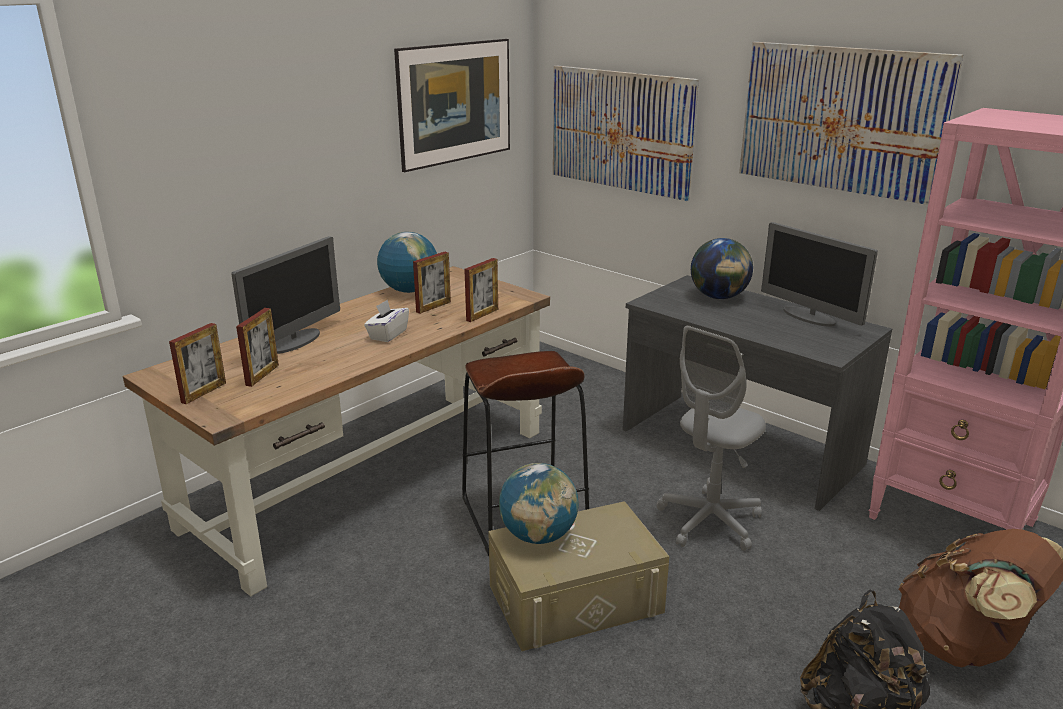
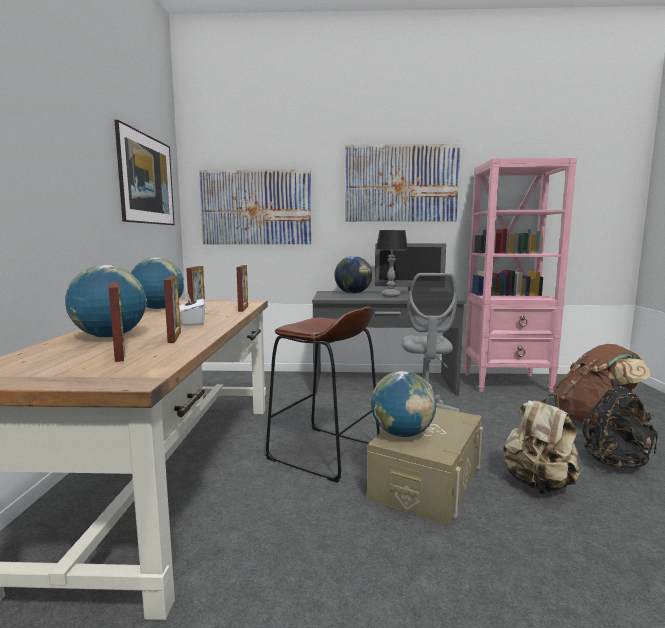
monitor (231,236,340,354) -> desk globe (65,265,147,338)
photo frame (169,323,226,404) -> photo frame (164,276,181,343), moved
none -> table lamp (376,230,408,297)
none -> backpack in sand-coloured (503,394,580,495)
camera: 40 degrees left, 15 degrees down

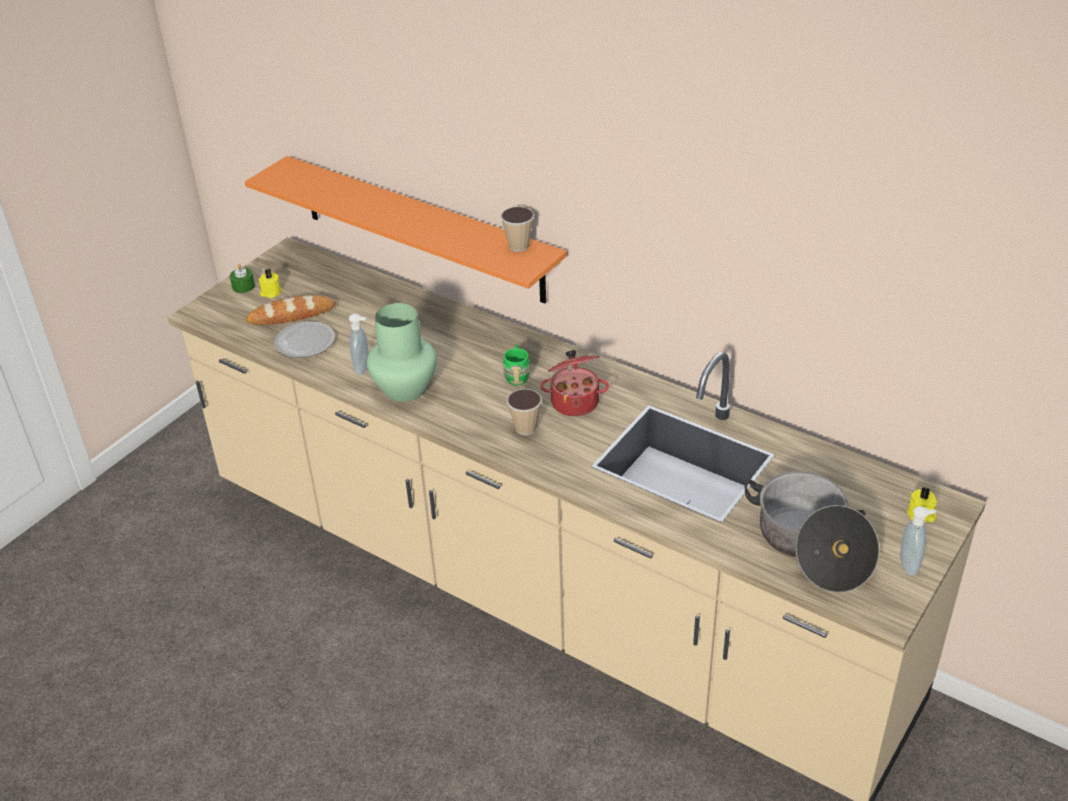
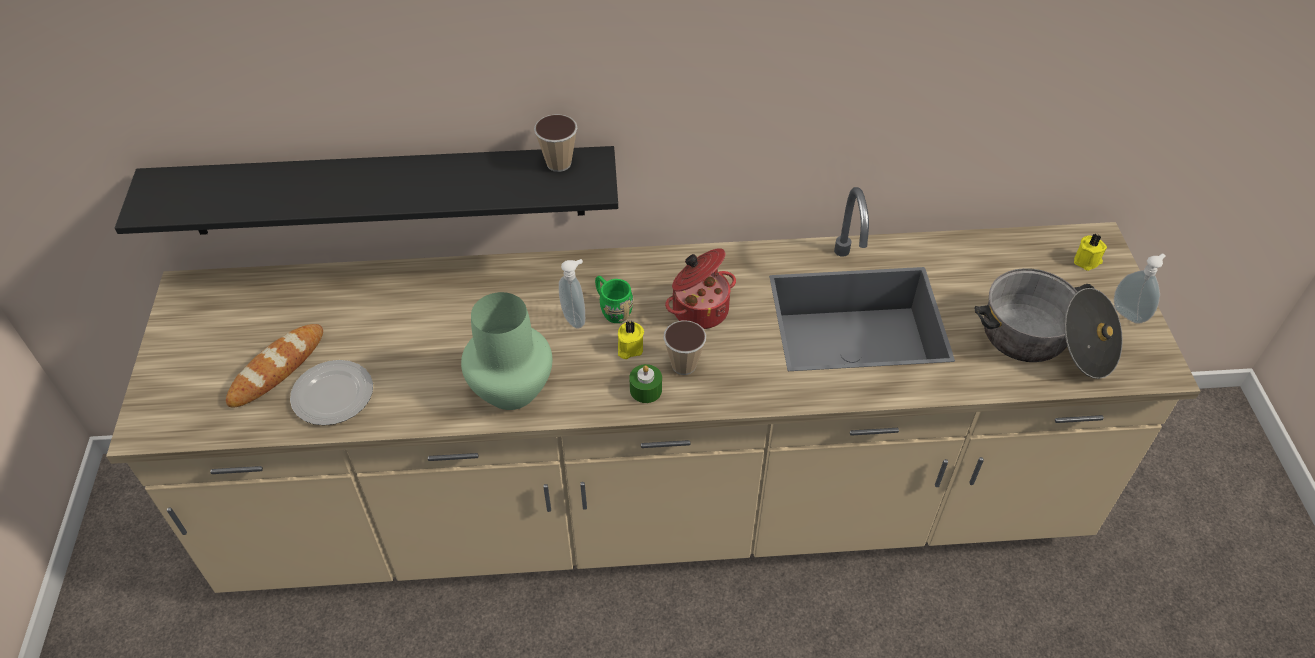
shelf in orangey (245,156,567,304) -> shelf in black-coloured (115,146,618,235)
soap dispenser (349,314,369,375) -> soap dispenser (559,259,585,329), moved
wax light in yellow (259,268,282,298) -> wax light in yellow (618,320,644,359), moved
wax light in green-coloured (230,264,255,293) -> wax light in green-coloured (629,364,662,403), moved
camera: 40 degrees left, 10 degrees up

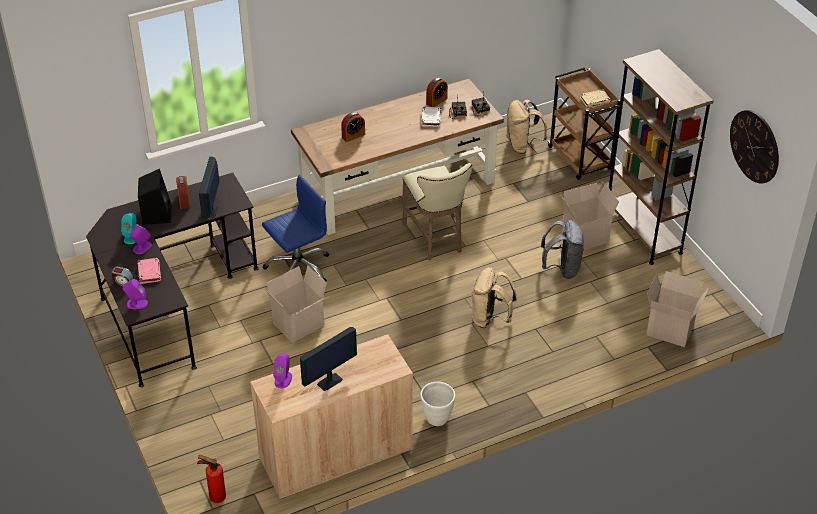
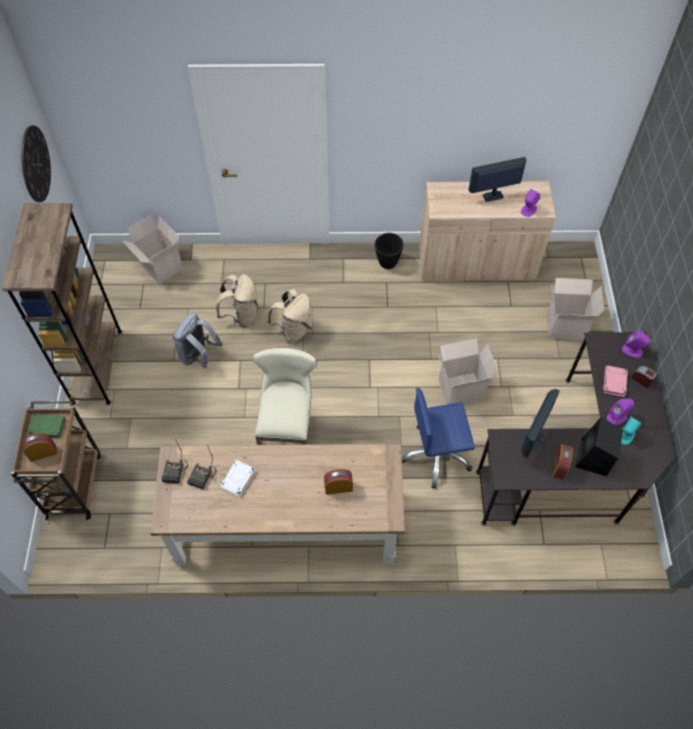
bedside clock (426,78,448,107) -> bedside clock (22,433,57,462), moved
bound book in sand-coloured (580,89,611,108) -> bound book in green-coloured (28,414,65,438)
backpack in sand-coloured (506,100,547,154) -> backpack in sand-coloured (216,274,258,328), moved
planter in whitish (420,382,455,426) -> planter in black-coloured (375,233,403,269)
packing box (561,183,619,250) -> packing box (547,278,604,340), moved
extinguisher (197,455,226,503) -> none
camera: 155 degrees left, 15 degrees up

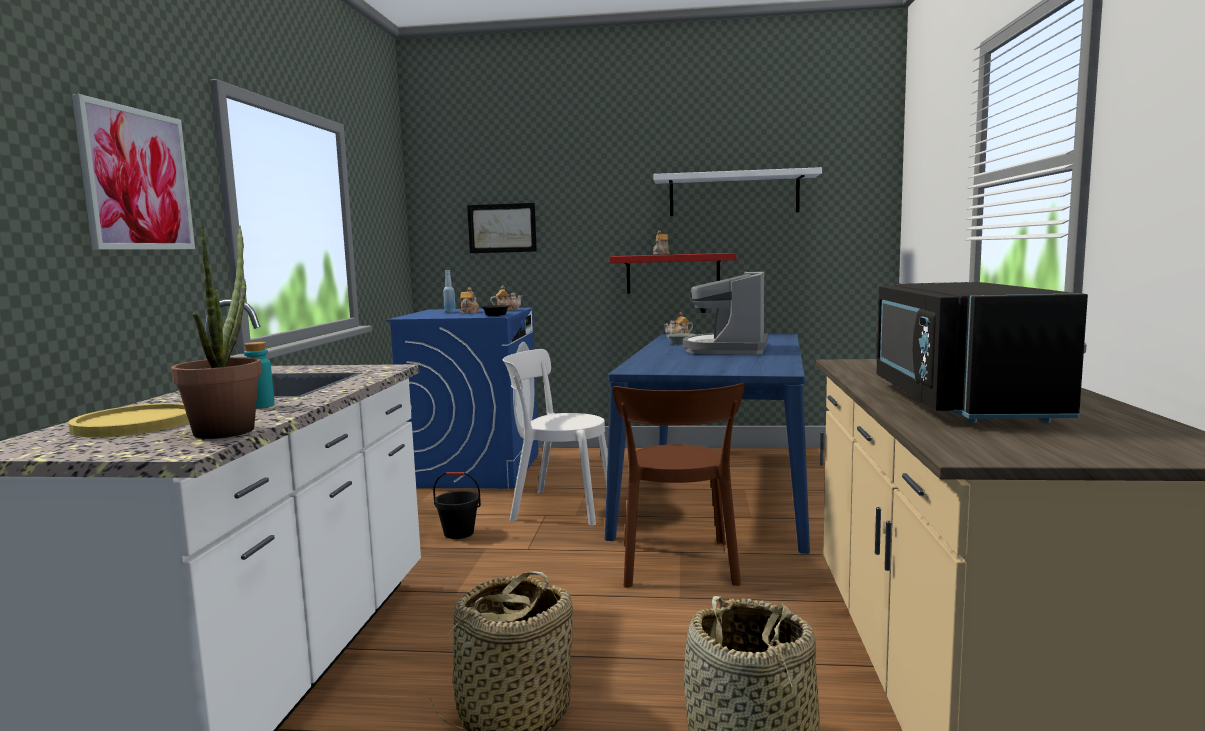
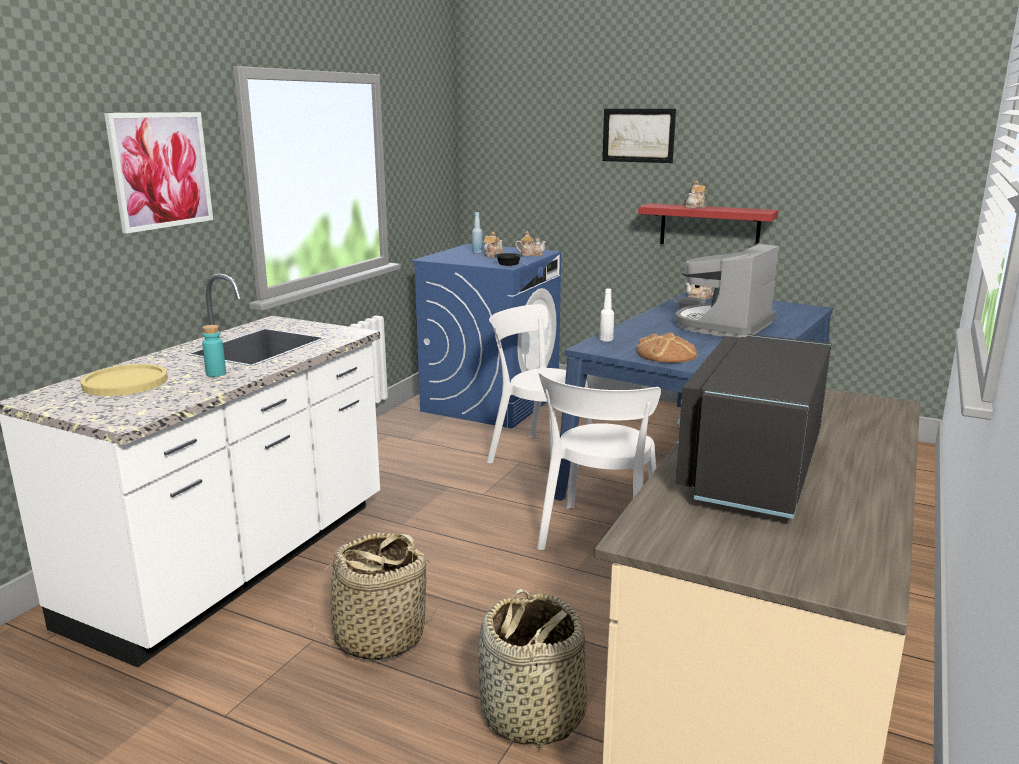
upright chair in brown-coloured (613,383,745,588) -> upright chair in whitish (537,373,661,550)
none -> bottle in whitish (599,289,614,342)
wall art (467,203,537,253) -> wall art (602,109,676,163), moved
none -> bread (637,332,697,363)
houseplant (171,225,262,439) -> none
pail in black-coloured (433,472,481,539) -> none
shelf in whitish (653,167,822,216) -> none
camera: 20 degrees right, 10 degrees up

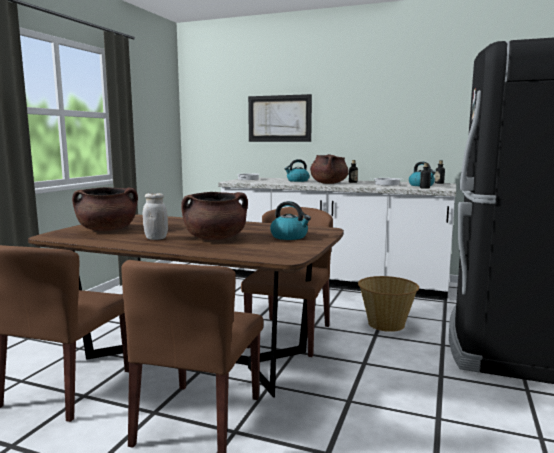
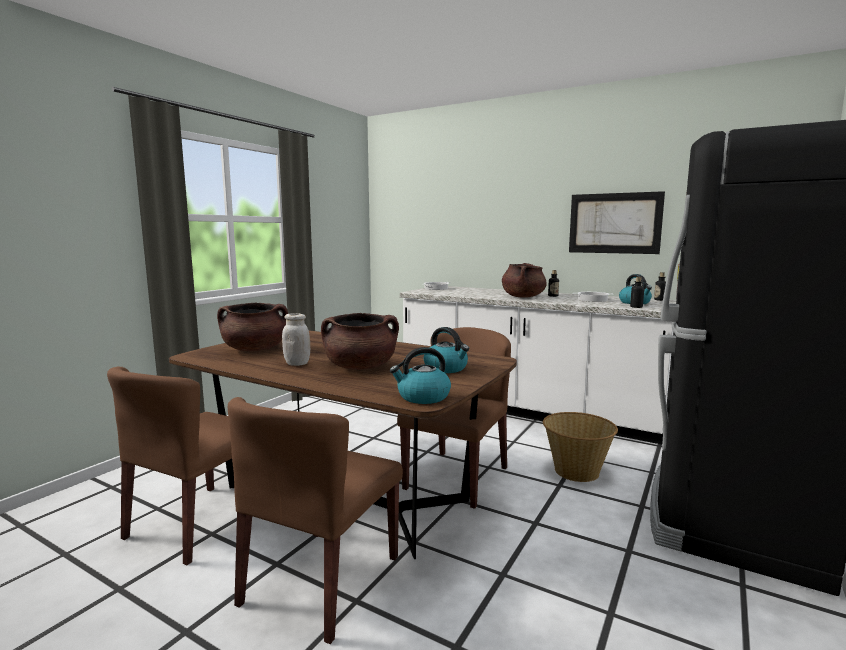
kettle (285,159,309,182) -> kettle (390,347,451,404), moved
wall art (248,94,312,142) -> wall art (569,191,665,254), moved
camera: 10 degrees right, 0 degrees up

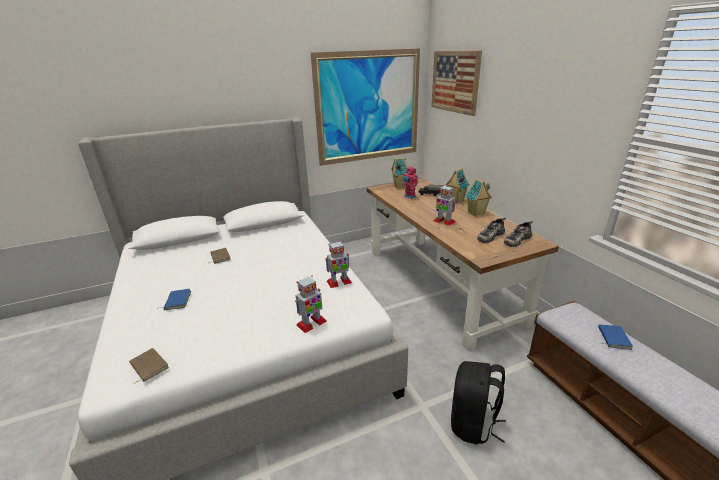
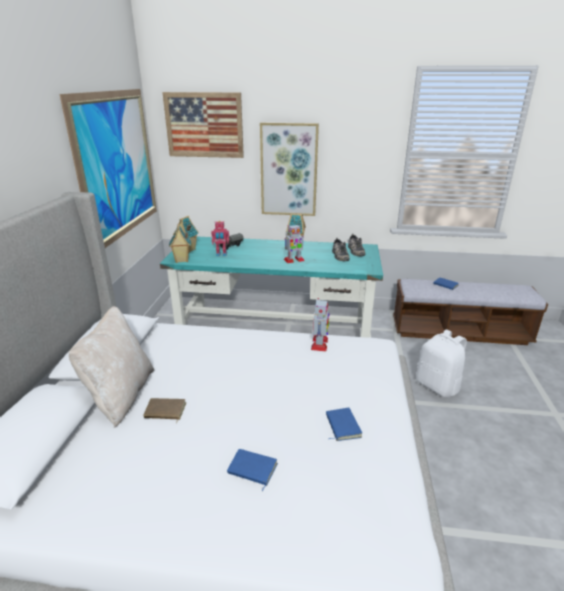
none -> pillow in sand-coloured (68,306,154,428)
desk table in brown-coloured (367,178,559,351) -> desk table in blue-green (160,237,383,337)
model house (445,168,470,203) -> model house (169,224,191,263), moved
none -> wall art (260,122,319,216)
none -> bound book in blue-coloured (326,408,362,441)
backpack in black-coloured (451,361,506,445) -> backpack in whitish (416,330,467,398)
bound book in brown-coloured (129,348,169,384) -> none
toy robot (295,275,327,333) -> none
camera: 60 degrees left, 0 degrees up

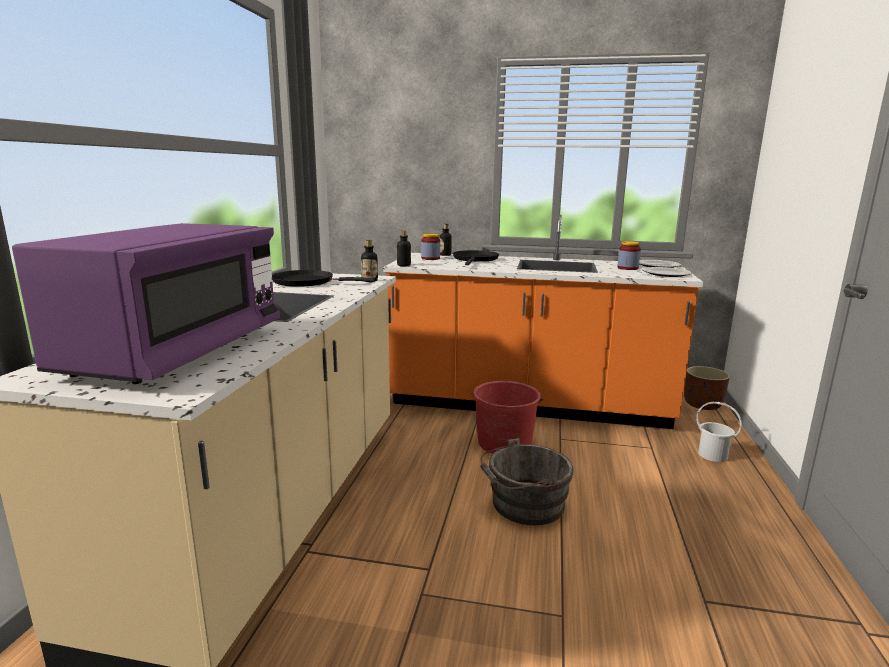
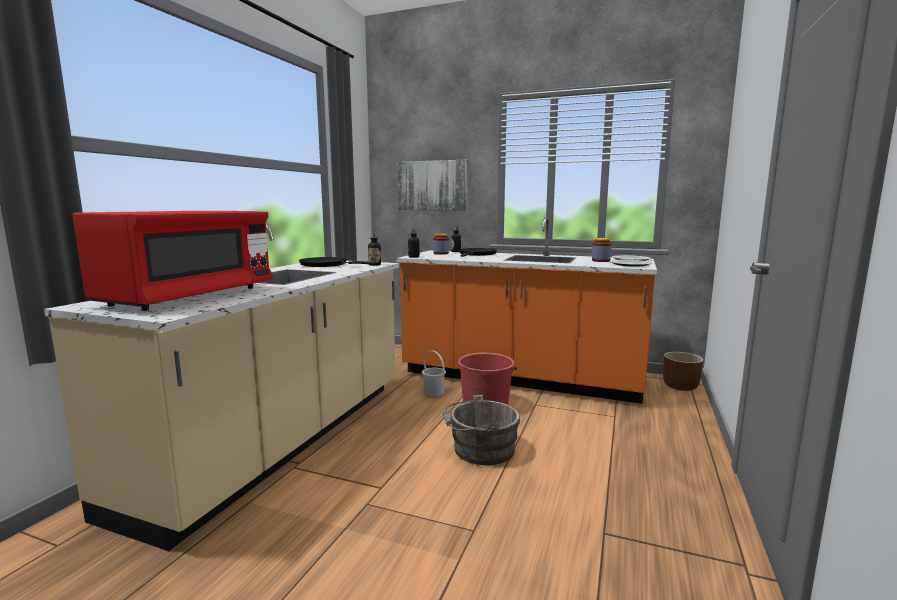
microwave oven in purplish (12,223,280,384) -> microwave oven in red-coloured (72,211,273,311)
none -> wall art (397,160,469,210)
pail in whitish (696,402,742,462) -> pail in whitish (422,350,446,397), moved
camera: 10 degrees right, 5 degrees down

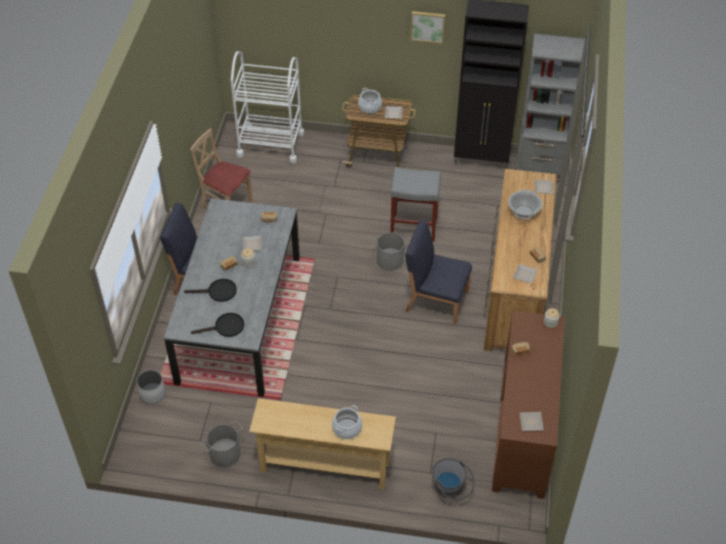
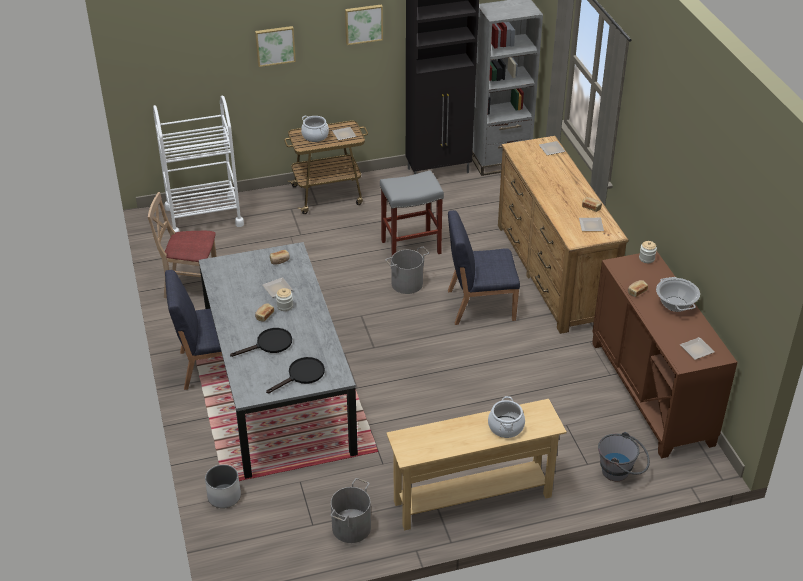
none -> wall art (255,26,296,67)
stockpot (508,190,542,219) -> stockpot (656,277,700,312), moved
camera: 25 degrees left, 10 degrees down

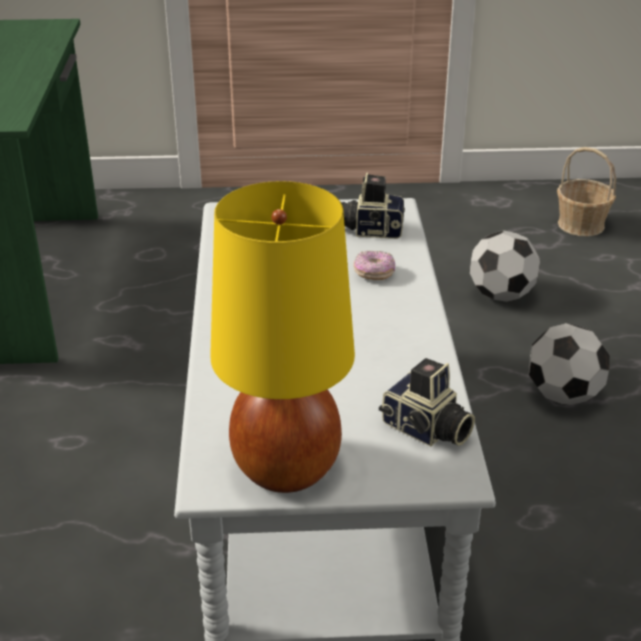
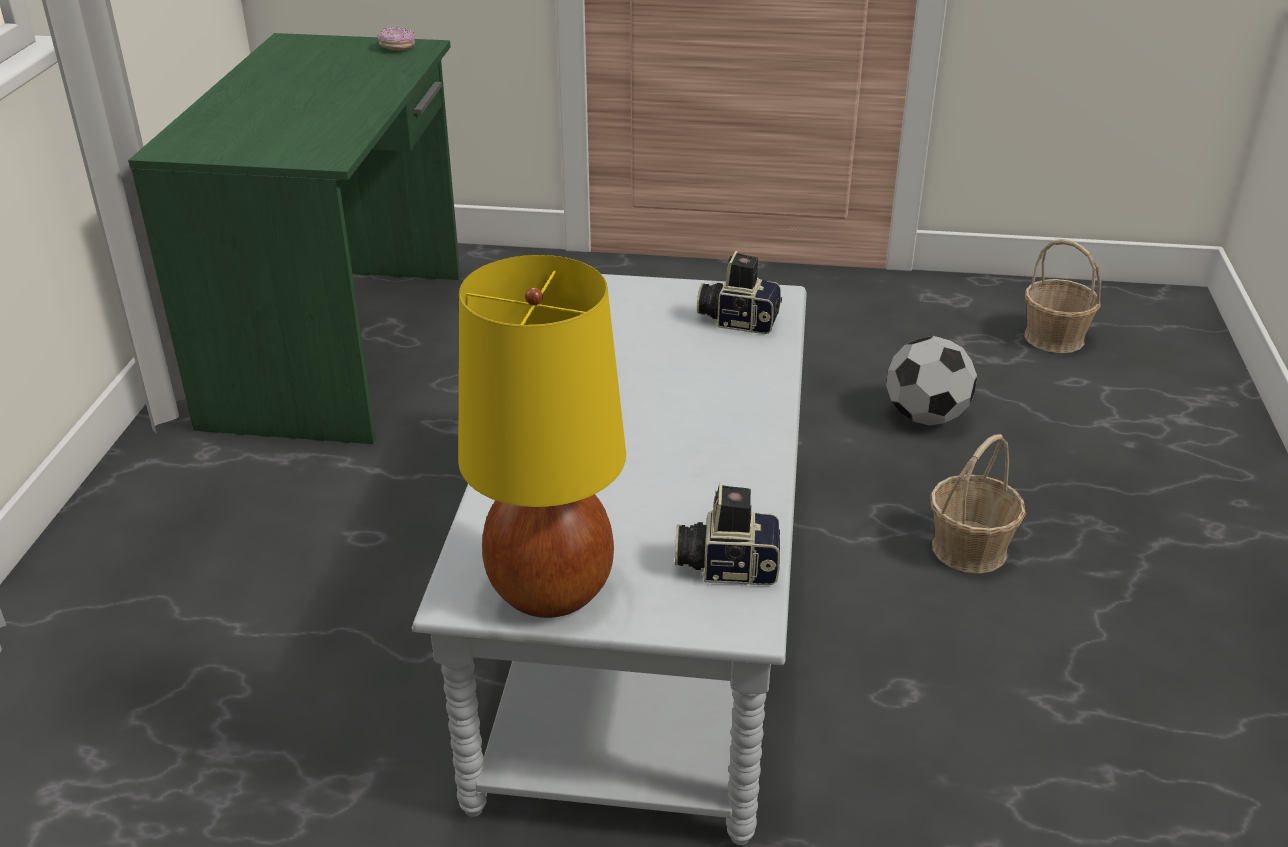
ring doughnut (354,251,395,280) -> ring doughnut (377,27,415,51), moved
still camera (379,358,475,446) -> still camera (675,482,780,585), 135 degrees clockwise
ball for football (528,323,610,405) -> storage basket (930,434,1026,574)
camera: 10 degrees right, 0 degrees up

